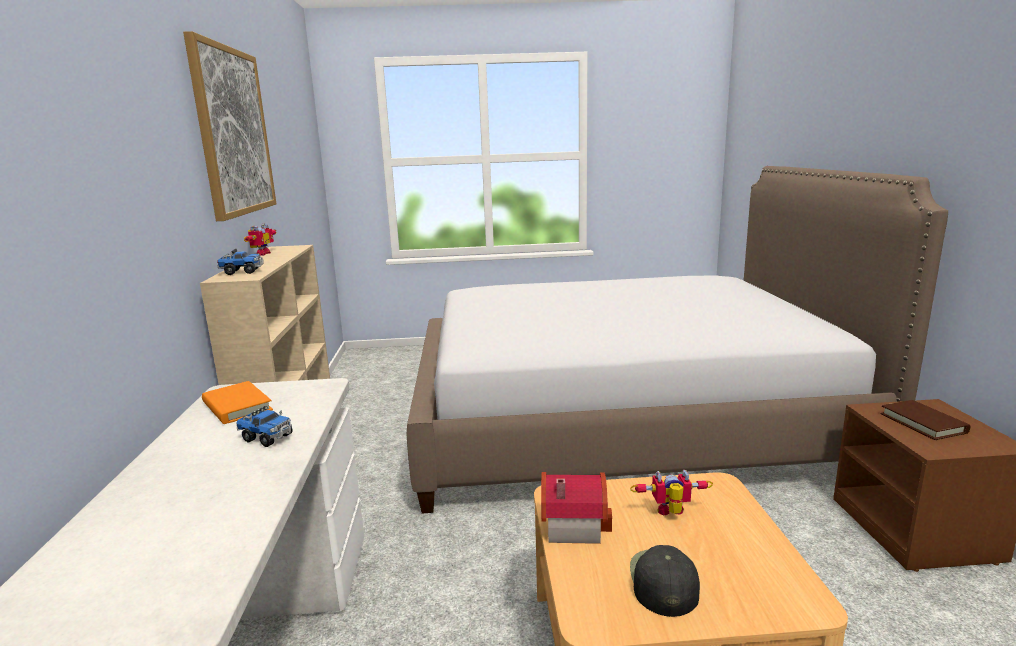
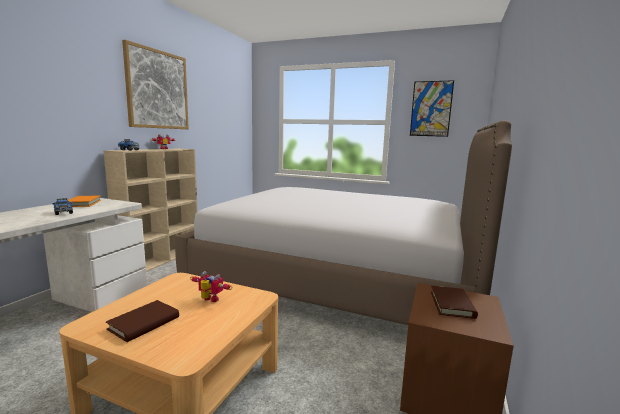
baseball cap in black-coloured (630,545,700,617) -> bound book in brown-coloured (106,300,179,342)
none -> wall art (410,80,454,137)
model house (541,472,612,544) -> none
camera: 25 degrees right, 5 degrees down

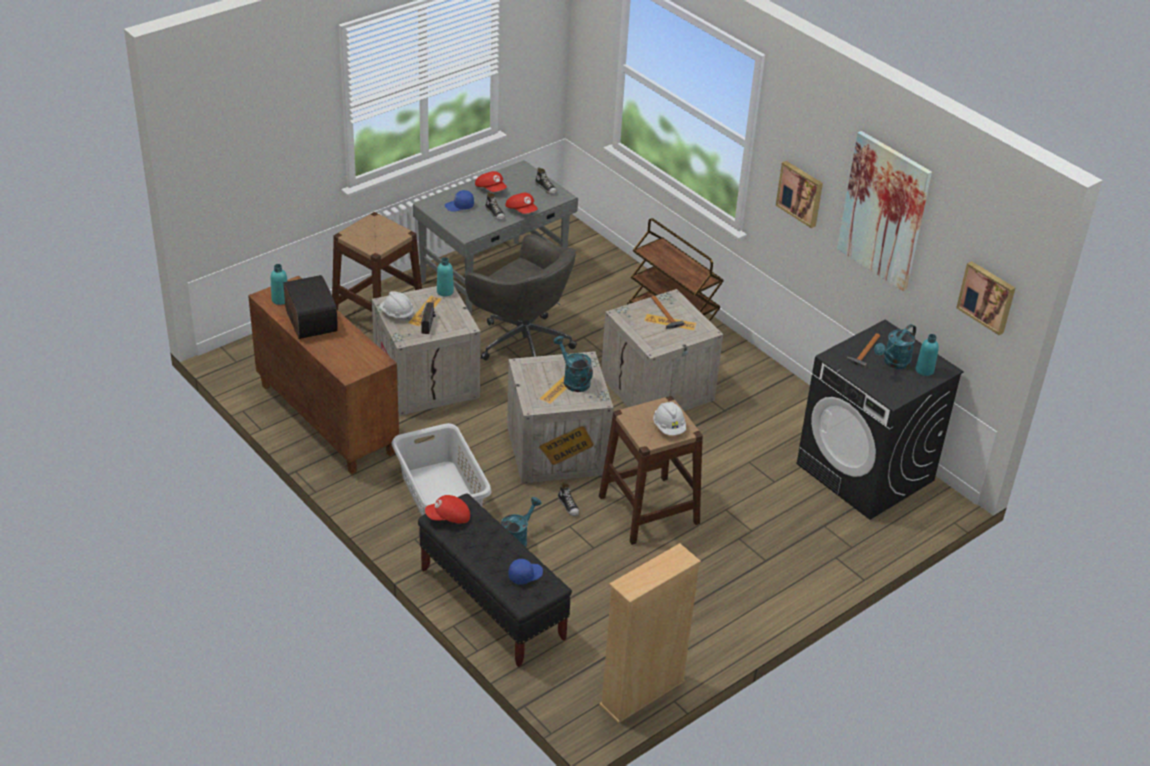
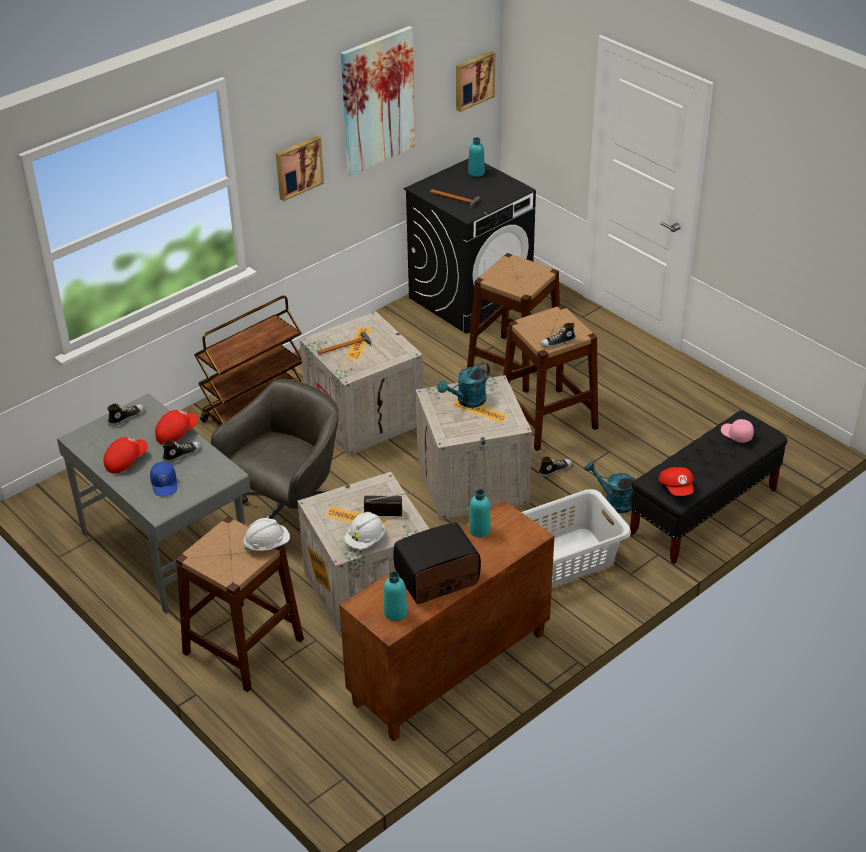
hard hat in whitish (653,402,686,435) -> hard hat in whitish (243,518,290,551), moved
none -> sitting stool in brown-coloured (467,253,560,393)
bottle in blue-green (437,257,454,296) -> bottle in blue-green (469,489,491,537), moved
none -> low shoe (540,323,576,347)
baseball cap in blue-coloured (508,559,543,585) -> baseball cap in pinkish (721,419,754,443)
bookcase in sand-coloured (599,543,701,724) -> none
watering pot in blue-green (874,324,916,369) -> none
camera: 90 degrees left, 0 degrees up

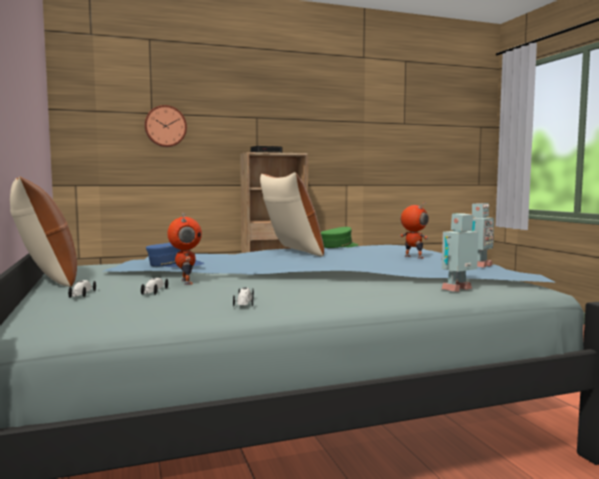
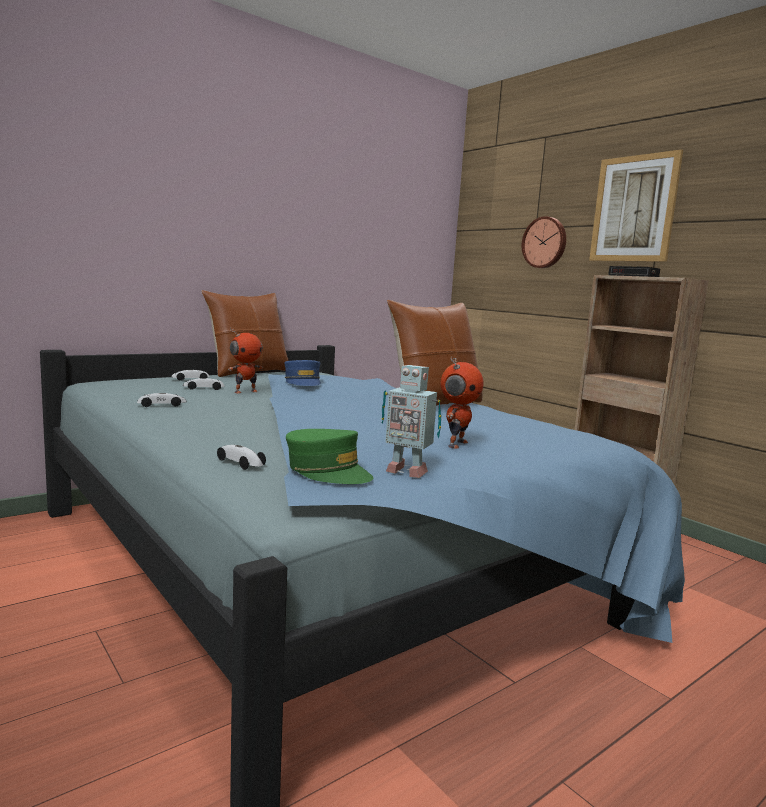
toy robot (441,213,479,292) -> toy car (217,445,266,470)
baseball cap in green-coloured (321,227,358,248) -> baseball cap in green-coloured (286,429,373,484), moved
none -> wall art (589,149,683,262)
camera: 70 degrees right, 5 degrees up

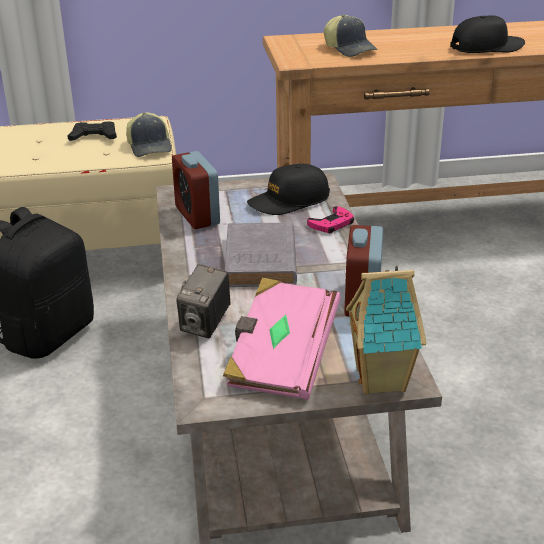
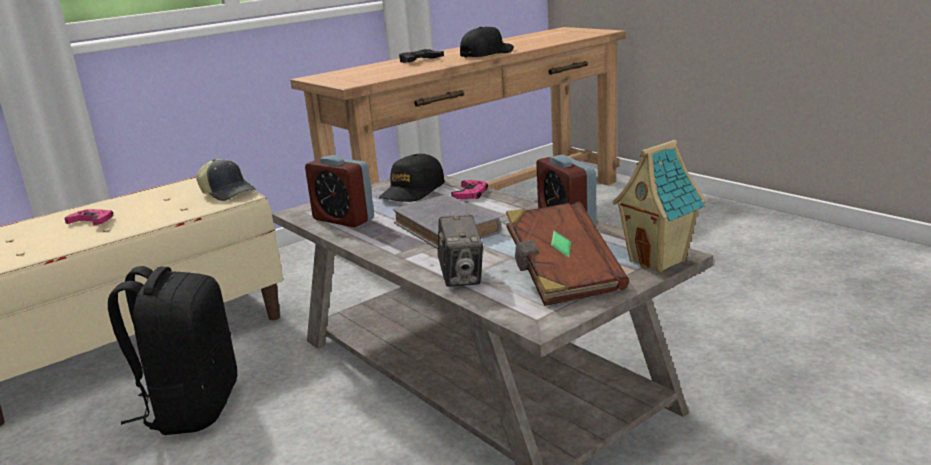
none -> gamepad in pinkish (64,209,113,226)
gamepad in black-coloured (67,121,117,141) -> gamepad in black-coloured (399,49,444,63), moved
bound book in pinkish (223,278,341,400) -> bound book in brown-coloured (506,202,629,306)
baseball cap (324,15,378,57) -> none
camera: 30 degrees left, 10 degrees down

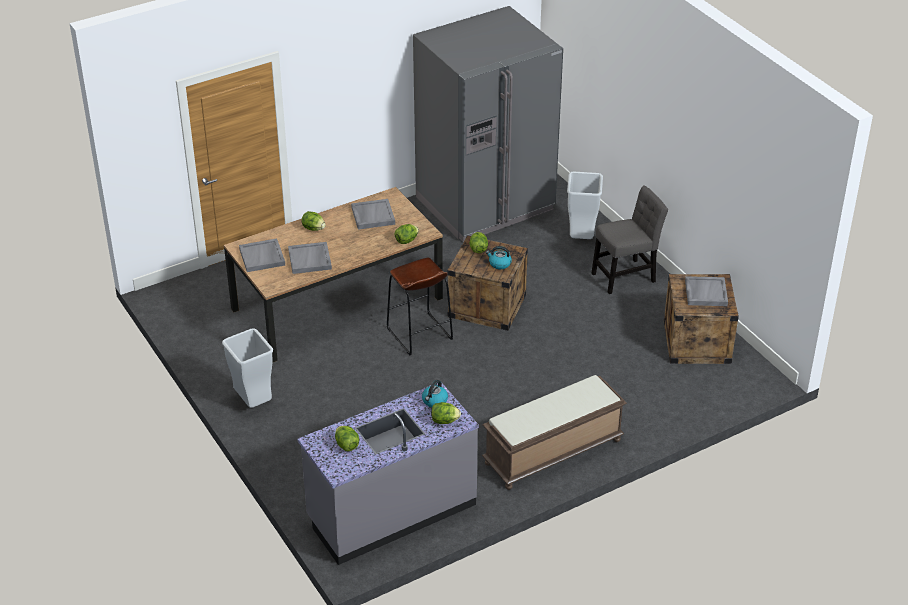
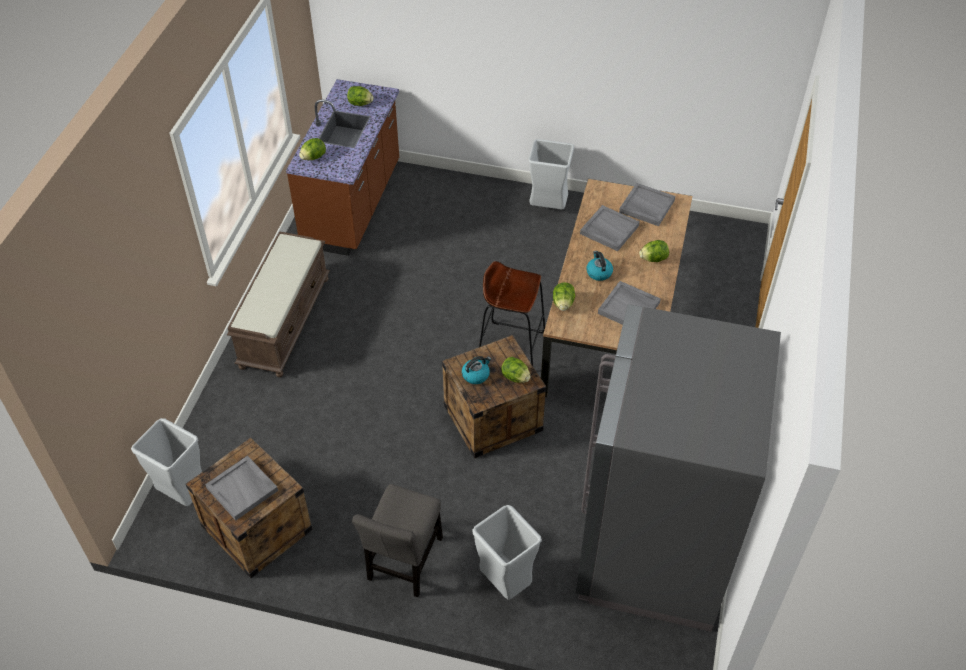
none -> rubbish bin in grey (131,418,202,506)
kitchen base unit in grey (297,382,479,565) -> kitchen base unit in brown-coloured (286,79,399,256)
kettle (422,380,448,407) -> kettle (586,251,613,281), moved
camera: 135 degrees right, 10 degrees up

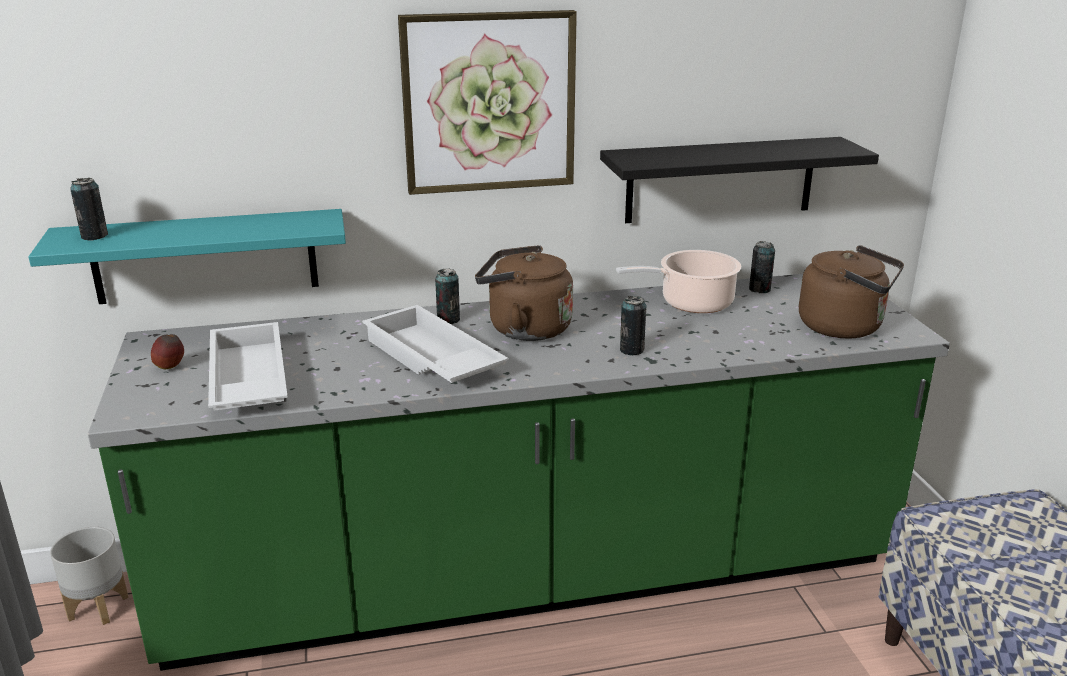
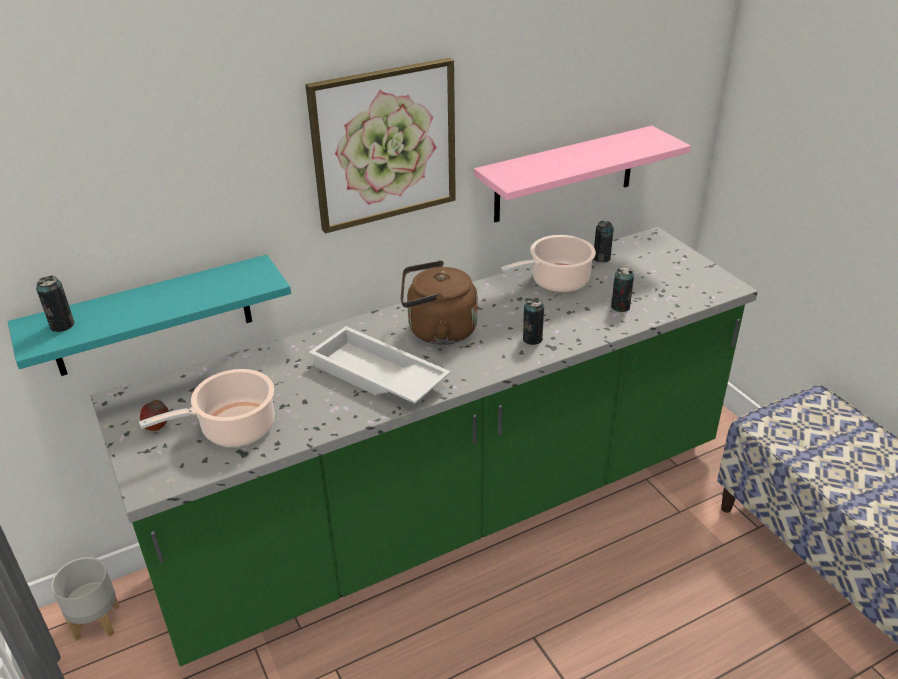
serving tray in whitish (208,322,288,411) -> stockpot (139,369,275,447)
shelf in black-coloured (600,137,879,223) -> shelf in pinkish (474,126,691,222)
metal can (435,268,460,324) -> metal can (611,267,634,312), moved
kettle in brown-coloured (799,245,904,339) -> none
camera: 15 degrees left, 10 degrees up

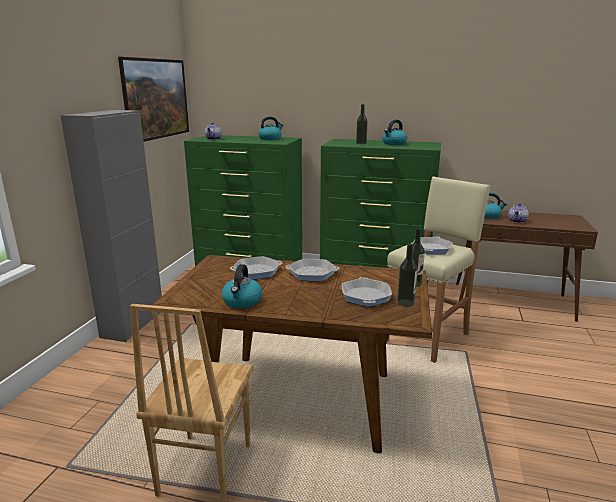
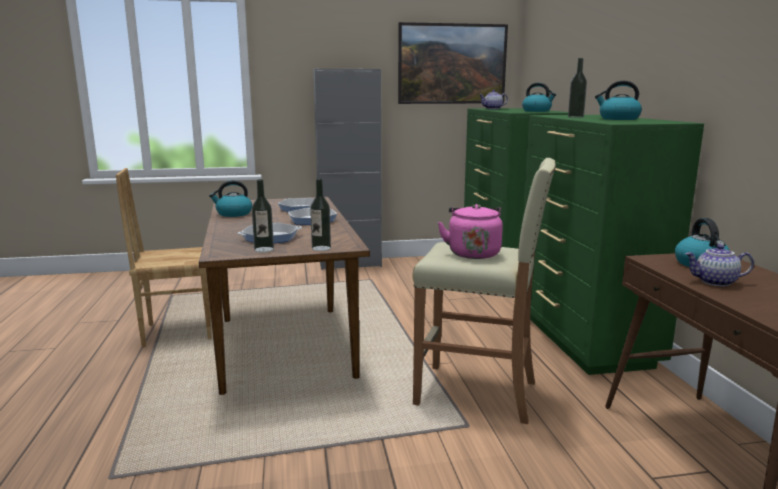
frying pan (412,236,453,255) -> kettle in pinkish (438,204,503,259)
camera: 65 degrees right, 5 degrees down

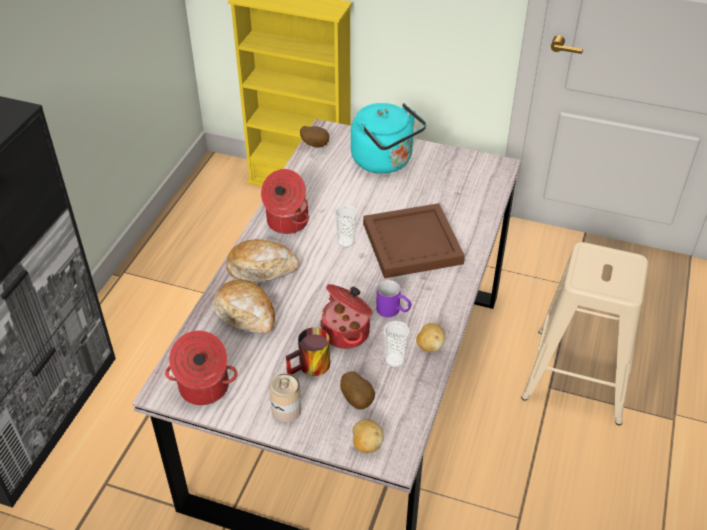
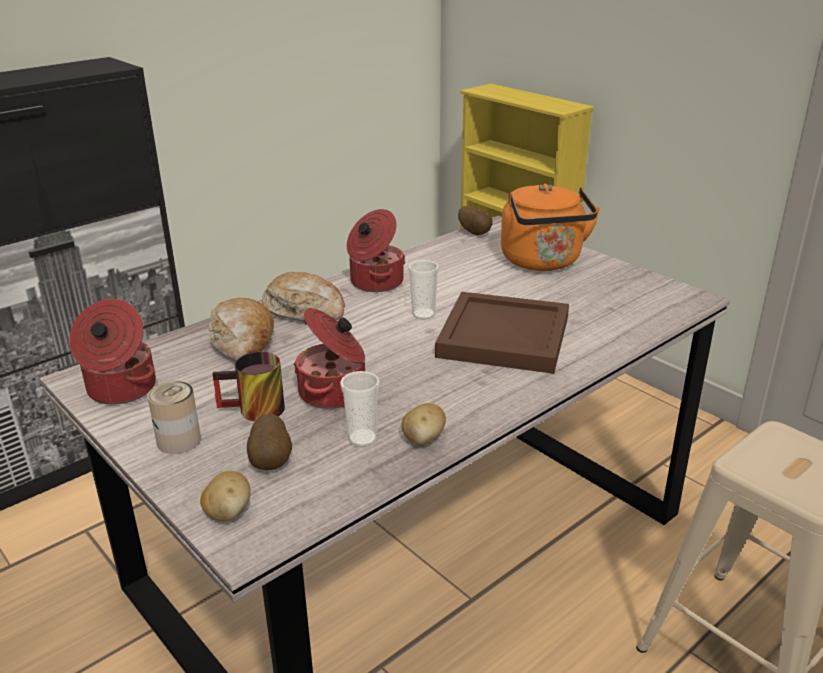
kettle in blue-green (351,103,427,174) -> kettle in orangey (501,184,601,271)
mug in purplish (376,280,412,317) -> none
camera: 30 degrees right, 15 degrees down

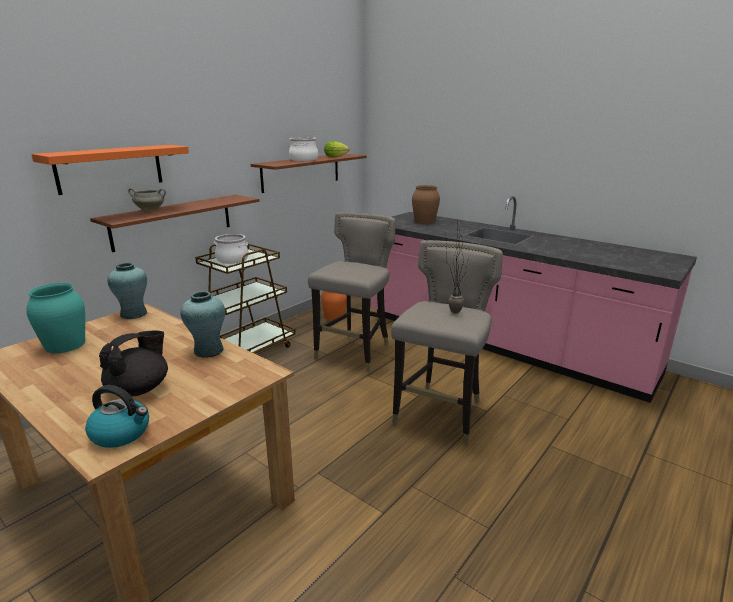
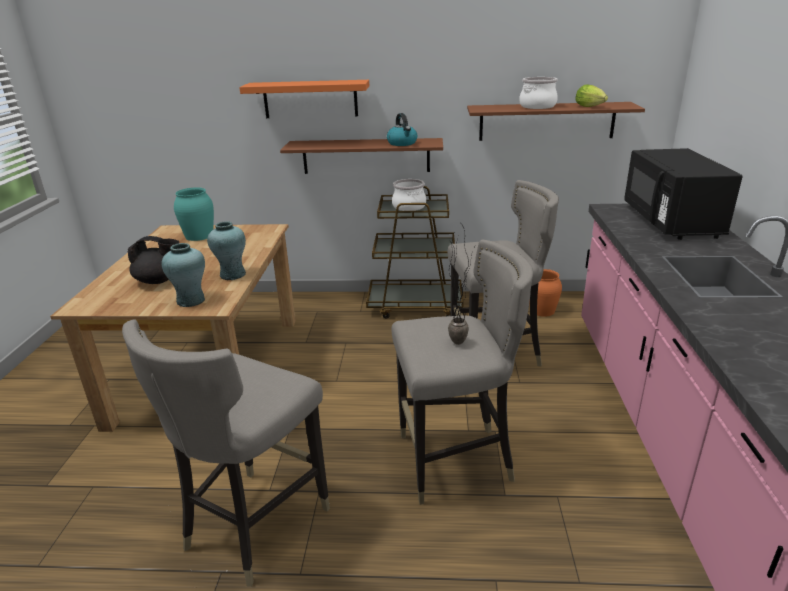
none -> sitting stool in grey (122,319,330,587)
flower vase in blue-green (107,262,147,319) -> flower vase in blue-green (162,243,205,307), moved
kettle (85,385,149,448) -> kettle (387,113,417,146), moved
flower vase in brown-coloured (412,185,440,224) -> microwave oven in black-coloured (624,148,743,240)
stockpot in whitish (128,188,166,211) -> none
camera: 55 degrees right, 5 degrees up

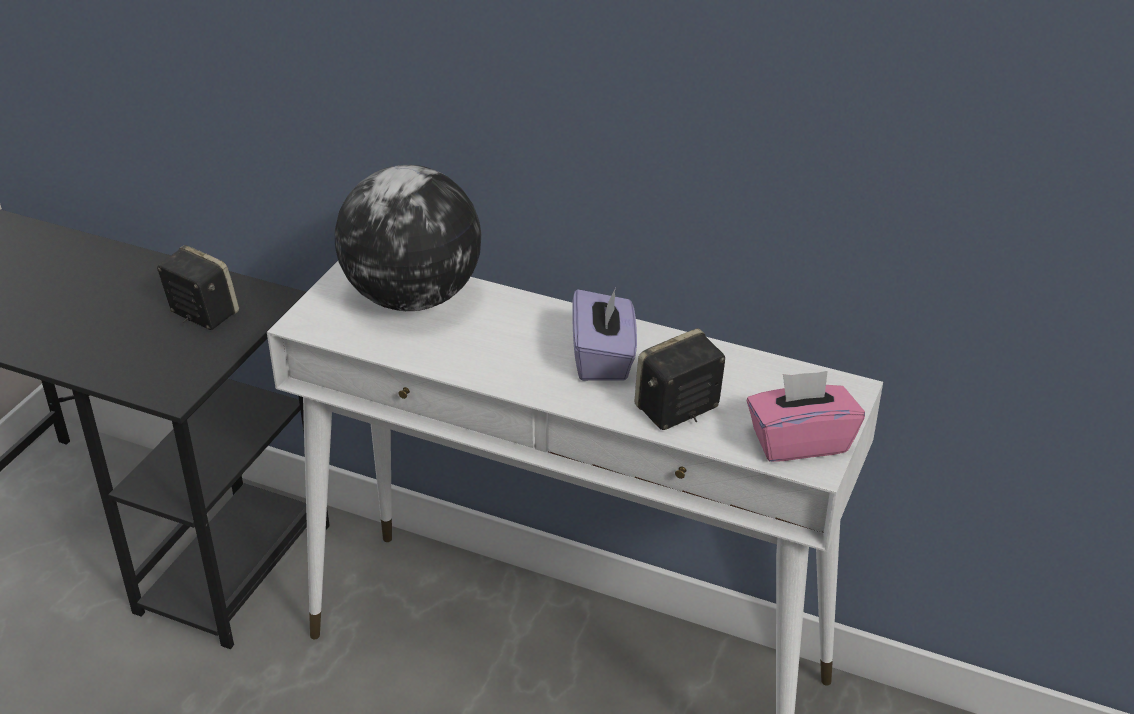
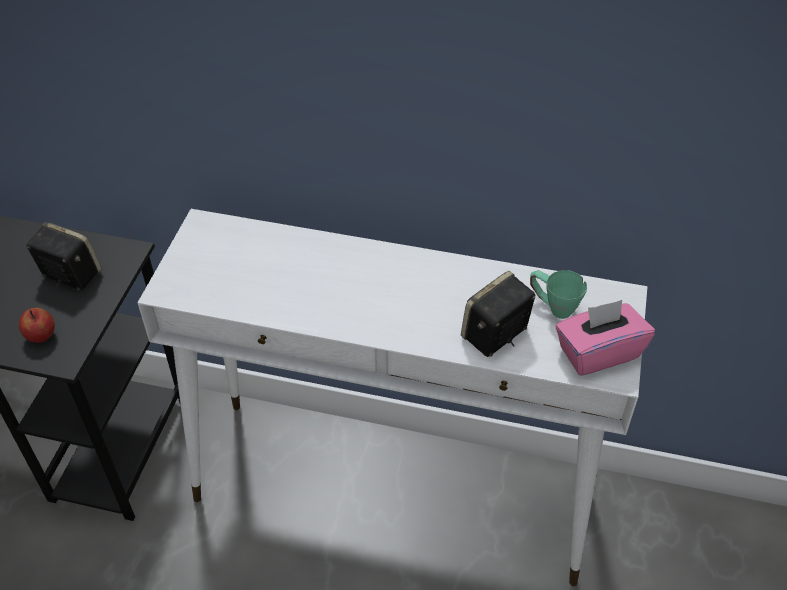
none -> whole apple (19,308,55,343)
none -> mug in green-coloured (530,270,587,319)
desk globe (335,165,481,311) -> none
tissue holder in purplish (572,287,637,381) -> none
camera: 10 degrees left, 10 degrees up

